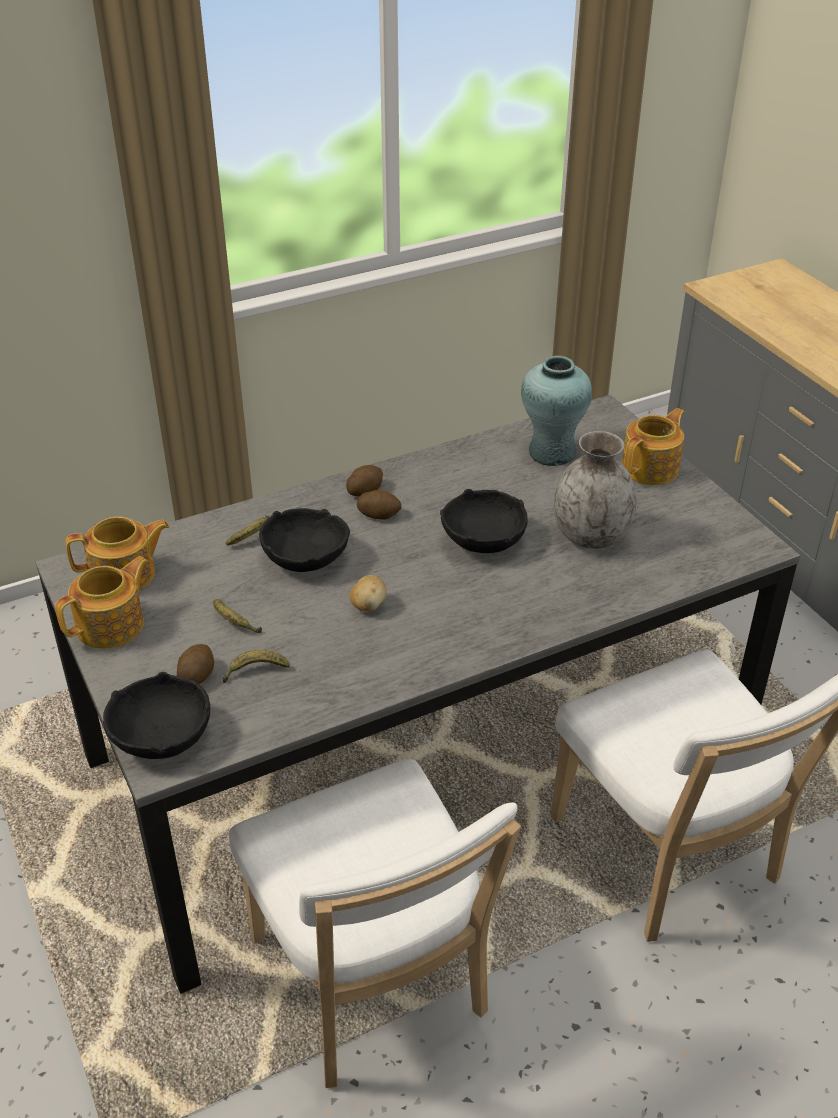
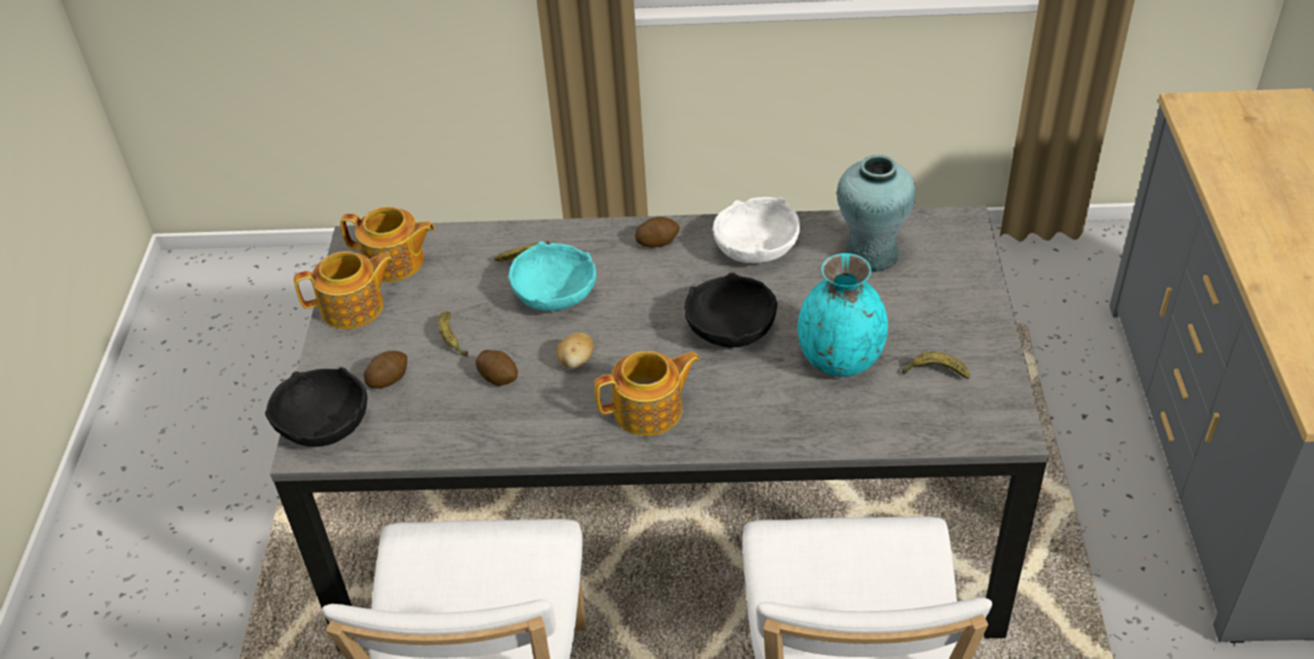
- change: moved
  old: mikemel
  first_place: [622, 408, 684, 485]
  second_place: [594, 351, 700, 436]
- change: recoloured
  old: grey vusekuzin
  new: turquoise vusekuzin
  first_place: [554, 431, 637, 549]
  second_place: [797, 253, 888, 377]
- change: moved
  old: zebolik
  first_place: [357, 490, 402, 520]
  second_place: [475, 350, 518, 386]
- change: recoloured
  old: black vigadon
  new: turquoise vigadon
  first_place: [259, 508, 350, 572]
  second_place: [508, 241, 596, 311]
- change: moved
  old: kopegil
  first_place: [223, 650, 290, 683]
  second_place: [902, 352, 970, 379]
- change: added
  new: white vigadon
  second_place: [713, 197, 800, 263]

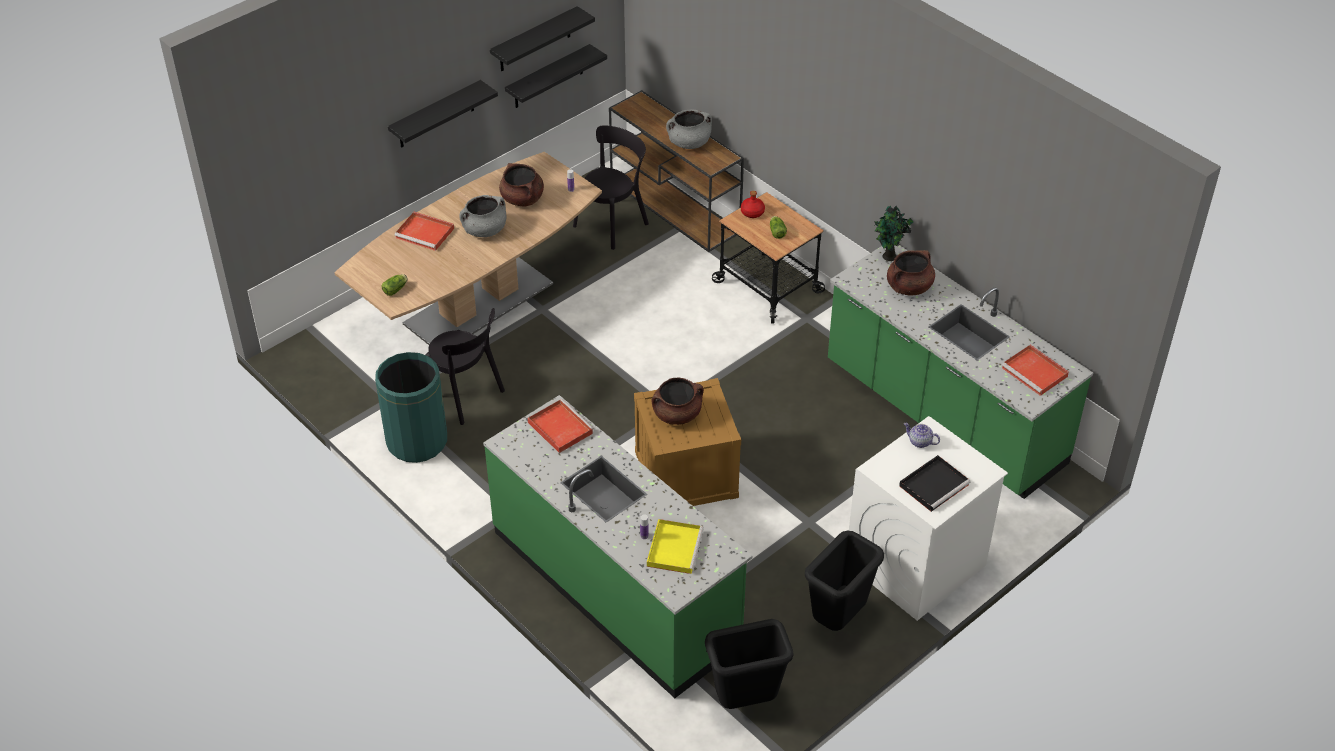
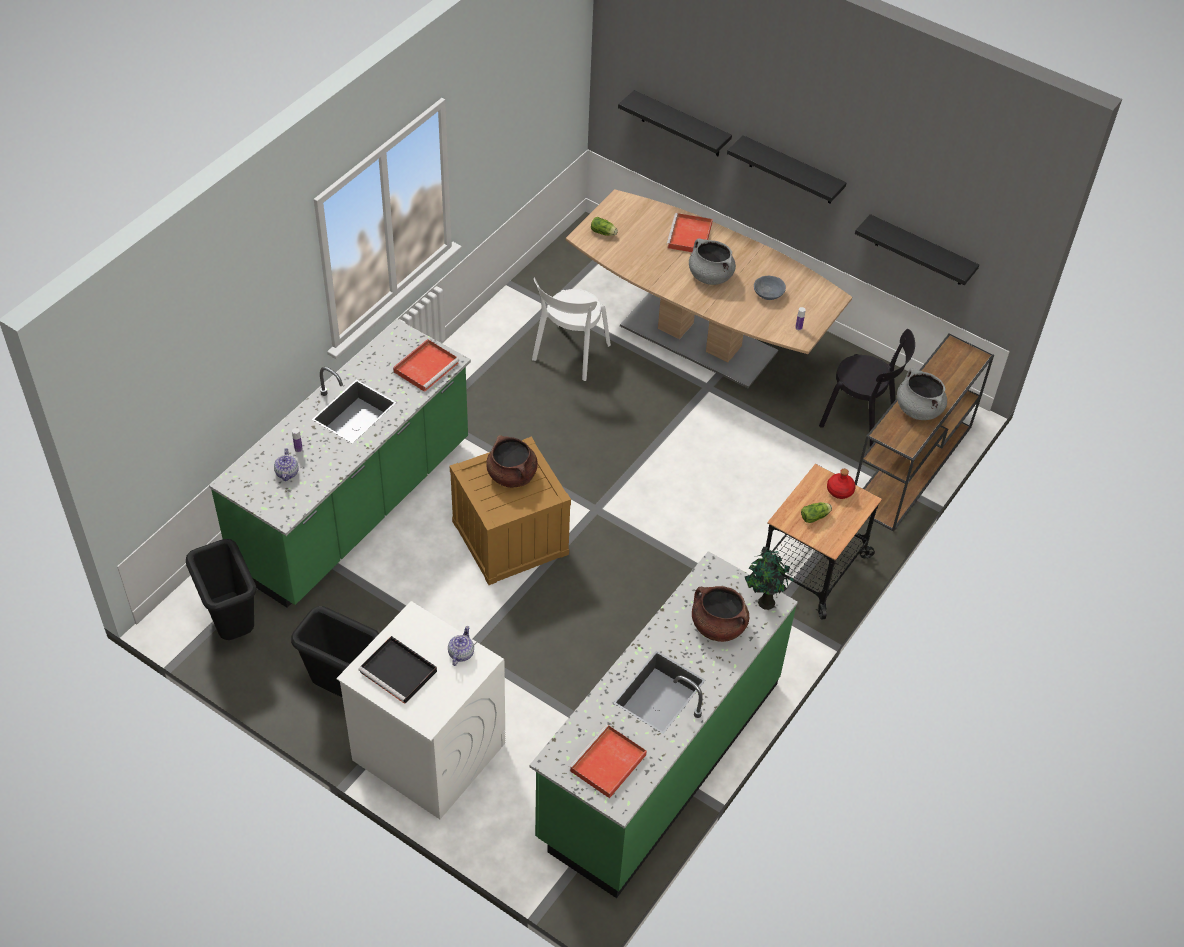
- change: moved
  old: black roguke
  first_place: [490, 6, 595, 71]
  second_place: [618, 90, 732, 156]
- change: replaced
  old: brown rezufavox
  new: grey vigadon
  first_place: [499, 163, 544, 206]
  second_place: [754, 276, 786, 300]
- change: recoloured
  old: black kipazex
  new: white kipazex
  first_place: [425, 308, 505, 425]
  second_place: [532, 278, 611, 381]
- change: removed
  old: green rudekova
  first_place: [375, 352, 447, 463]
- change: replaced
  old: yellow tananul
  new: mikemel
  first_place: [647, 519, 704, 574]
  second_place: [274, 448, 299, 481]

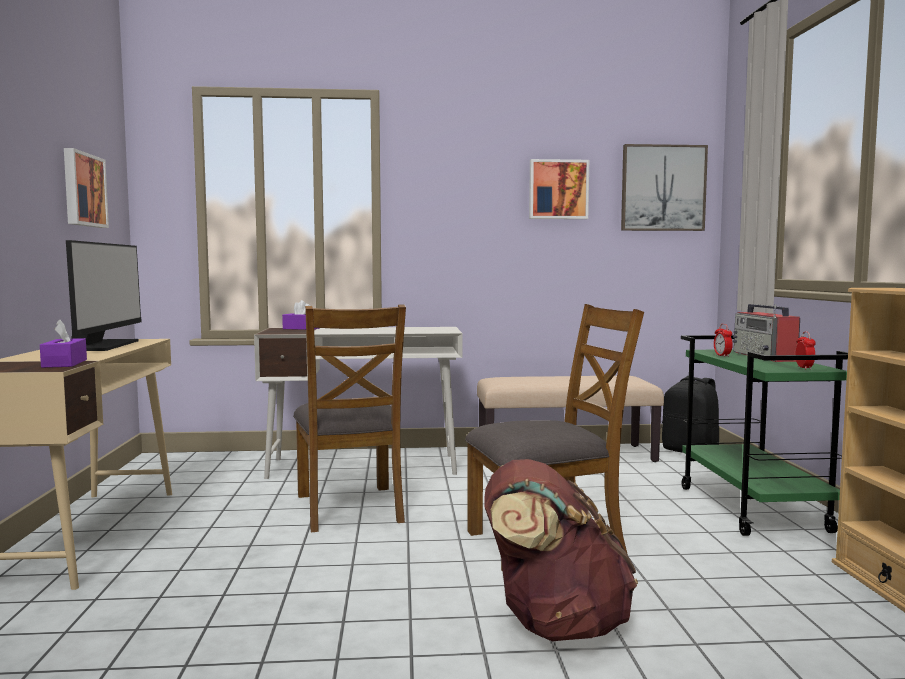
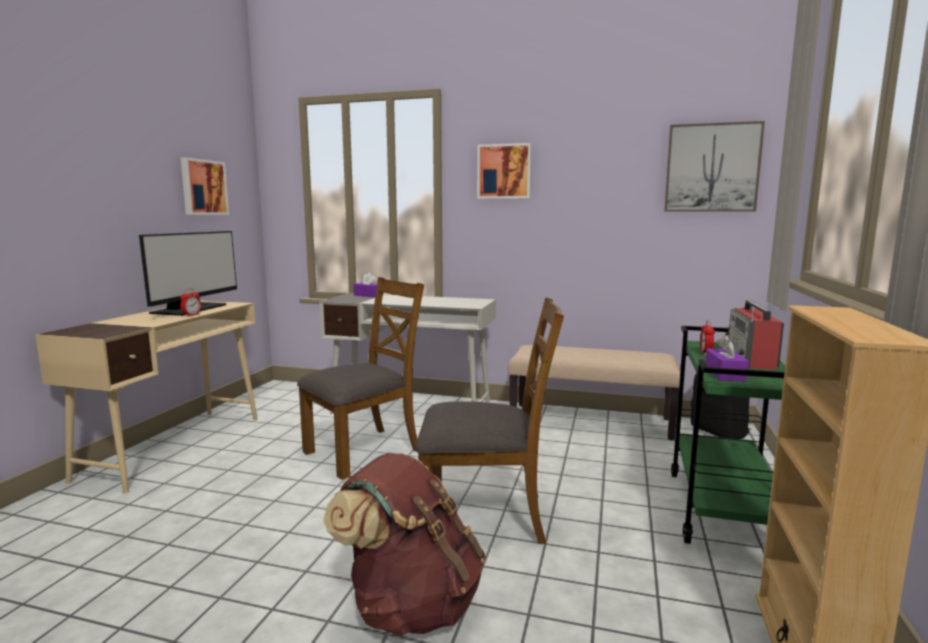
- change: moved
  old: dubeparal
  first_place: [529, 159, 589, 219]
  second_place: [477, 143, 532, 199]
- change: turned
  old: brown kipazex
  first_place: [293, 304, 406, 532]
  second_place: [297, 277, 424, 480]
  degrees: -135
- change: moved
  old: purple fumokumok
  first_place: [40, 320, 87, 368]
  second_place: [705, 335, 749, 381]
- change: moved
  old: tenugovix
  first_place: [795, 332, 816, 369]
  second_place: [180, 288, 201, 317]

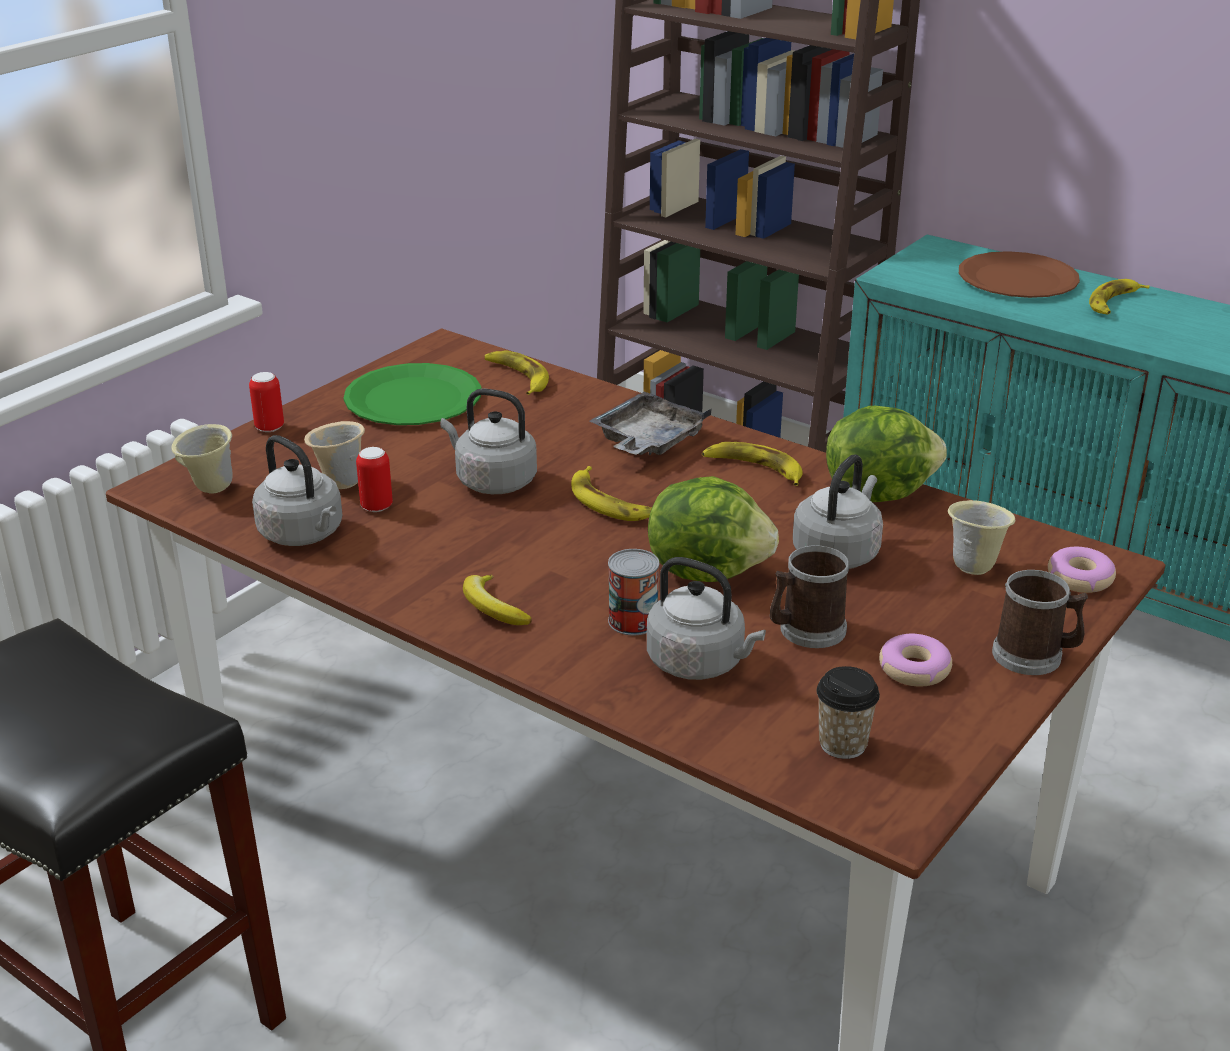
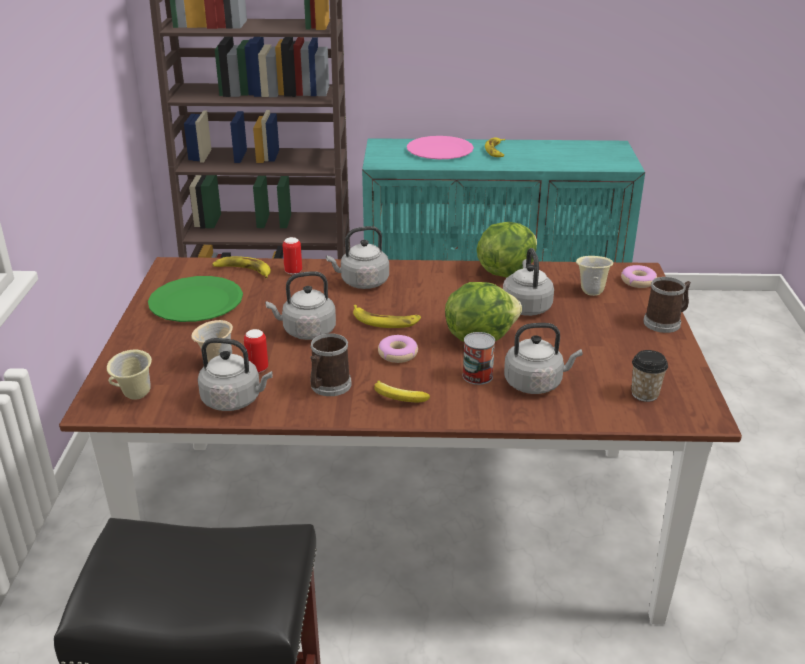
- change: recoloured
  old: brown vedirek
  new: pink vedirek
  first_place: [959, 251, 1080, 298]
  second_place: [407, 136, 474, 159]
- change: moved
  old: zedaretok
  first_place: [249, 372, 284, 432]
  second_place: [283, 237, 302, 275]
- change: replaced
  old: grey tananul
  new: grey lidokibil
  first_place: [590, 391, 712, 455]
  second_place: [326, 226, 389, 289]
- change: removed
  old: kopegil
  first_place: [702, 442, 803, 486]
- change: moved
  old: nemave
  first_place: [770, 545, 849, 648]
  second_place: [310, 333, 352, 396]
- change: moved
  old: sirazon
  first_place: [879, 634, 952, 687]
  second_place: [378, 335, 418, 363]

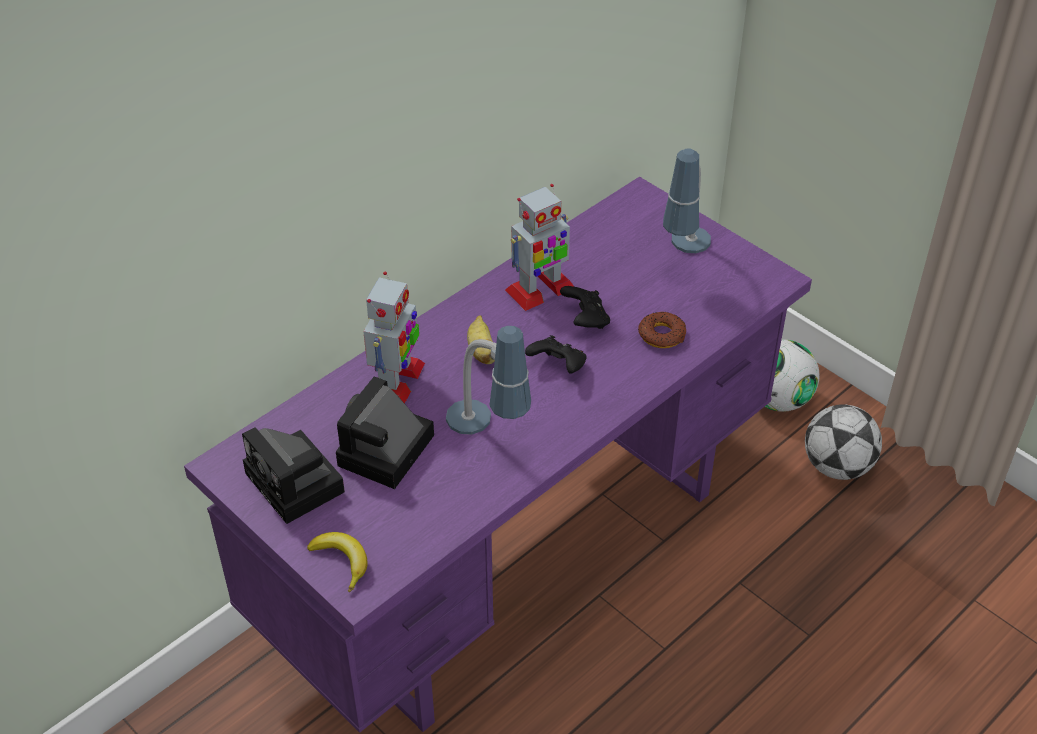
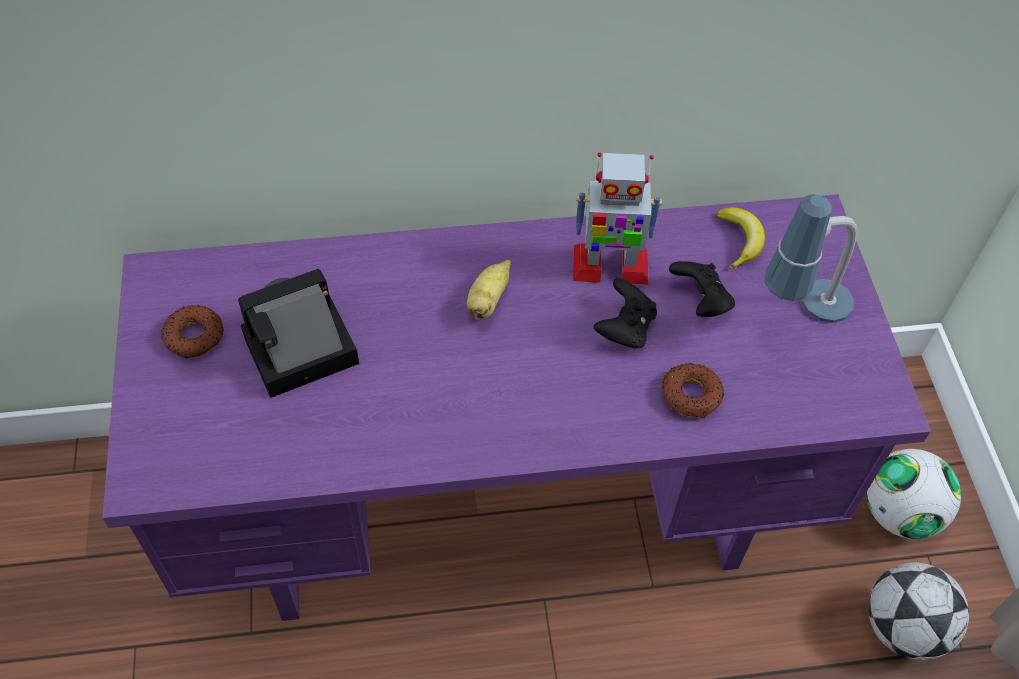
- change: removed
  old: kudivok
  first_place: [363, 271, 425, 404]
- change: removed
  old: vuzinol
  first_place: [446, 326, 531, 435]
- change: moved
  old: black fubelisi
  first_place: [525, 335, 587, 374]
  second_place: [669, 261, 735, 317]
- change: replaced
  old: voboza
  new: sirazon
  first_place: [242, 427, 345, 524]
  second_place: [161, 305, 223, 358]
- change: moved
  old: kopegil
  first_place: [307, 532, 368, 592]
  second_place: [717, 207, 765, 269]

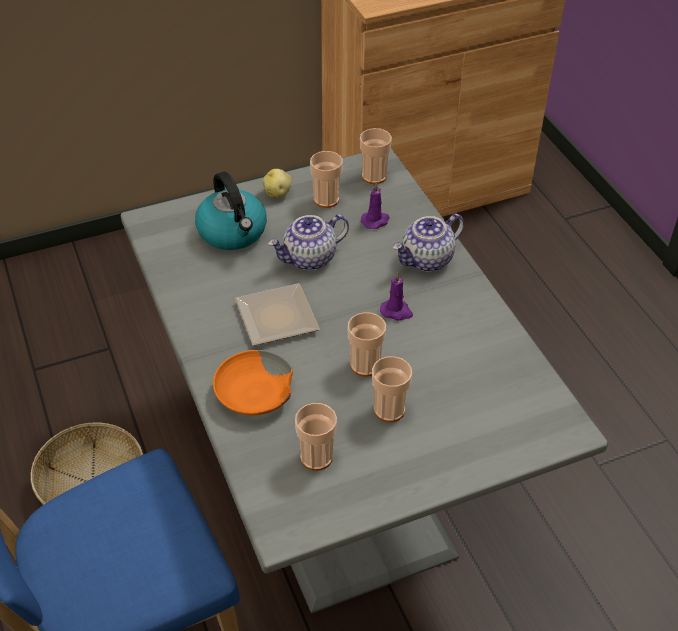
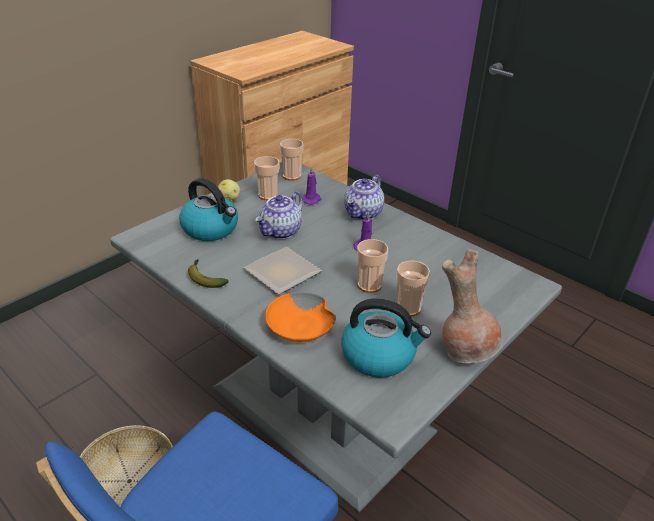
- change: replaced
  old: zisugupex
  new: lidokibil
  first_place: [295, 403, 337, 471]
  second_place: [341, 298, 431, 378]
- change: added
  new: brown vusekuzin
  second_place: [442, 249, 502, 363]
- change: added
  new: kopegil
  second_place: [188, 259, 229, 288]

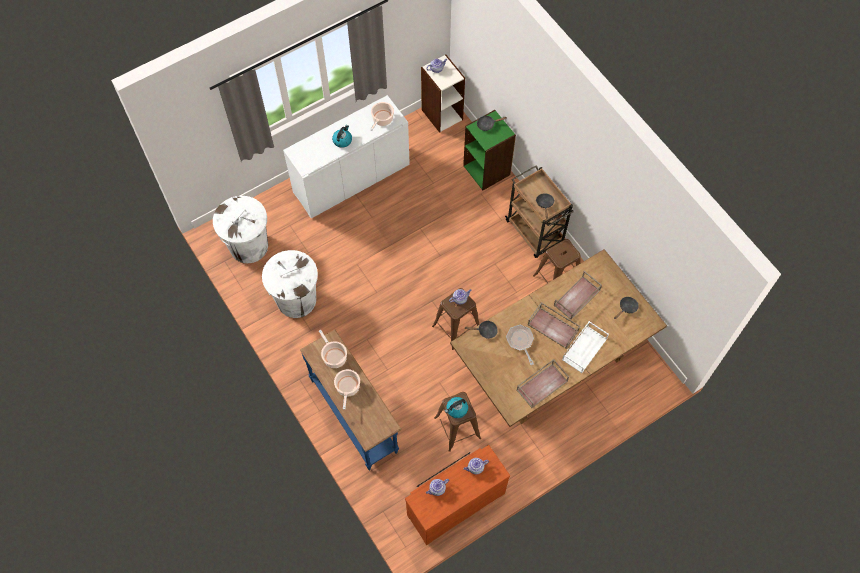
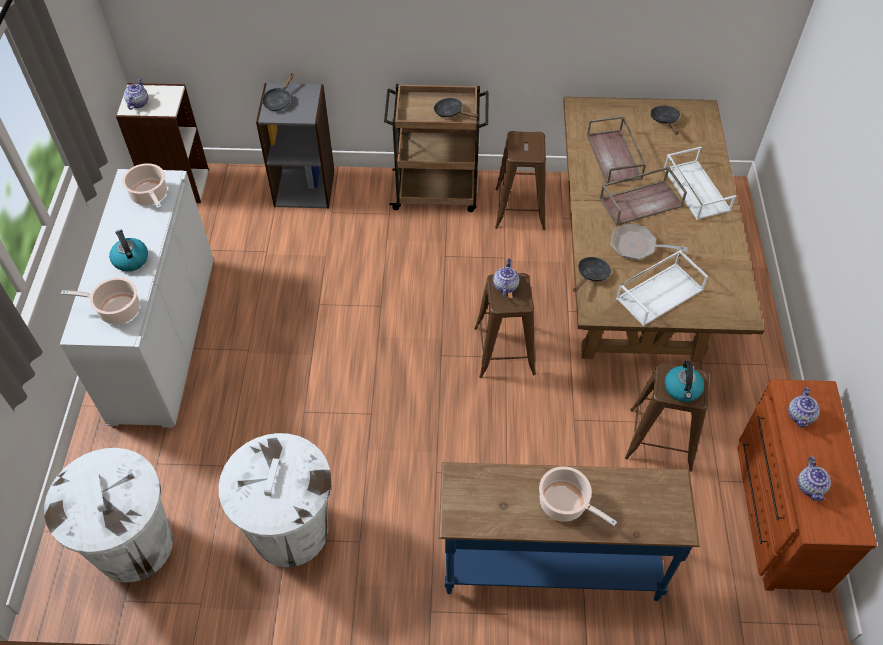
- change: recoloured
  old: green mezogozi
  new: grey mezogozi
  first_place: [463, 110, 516, 190]
  second_place: [256, 83, 335, 209]
- change: moved
  old: rezufavox
  first_place: [319, 330, 347, 368]
  second_place: [61, 277, 140, 324]
- change: removed
  old: brown tananul
  first_place: [517, 359, 569, 408]
- change: added
  new: white tananul
  second_place: [616, 250, 708, 326]

